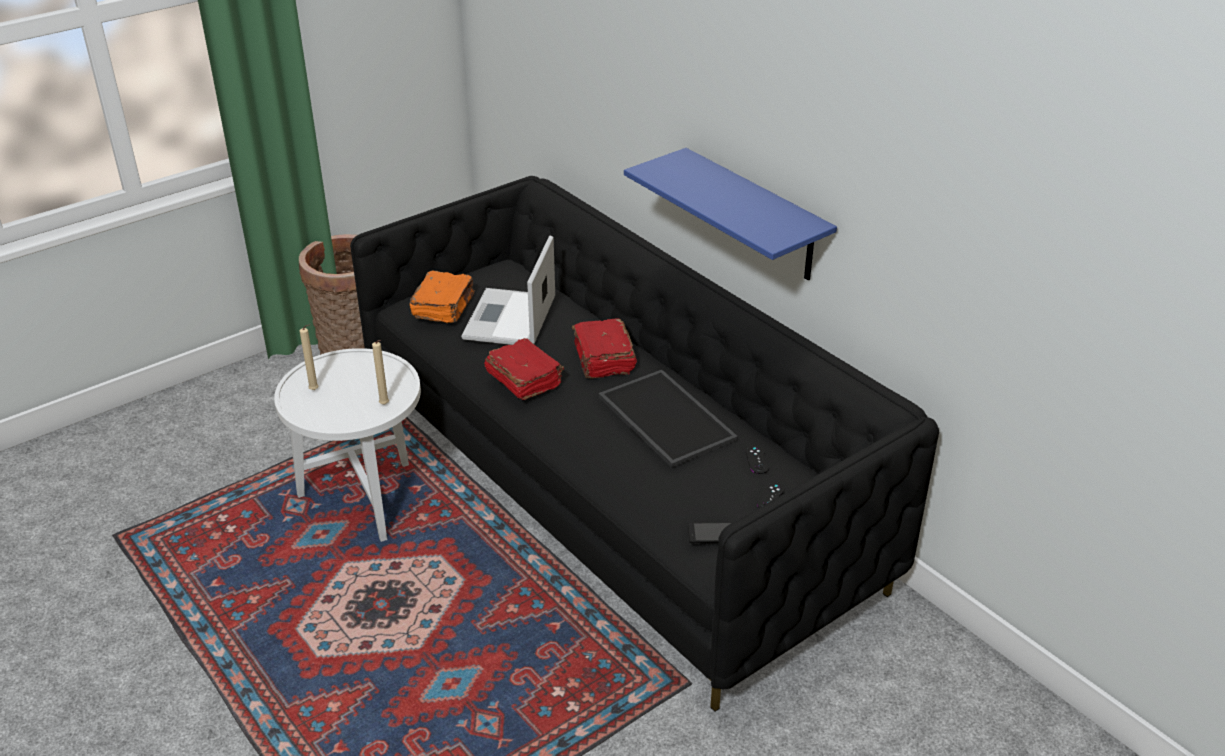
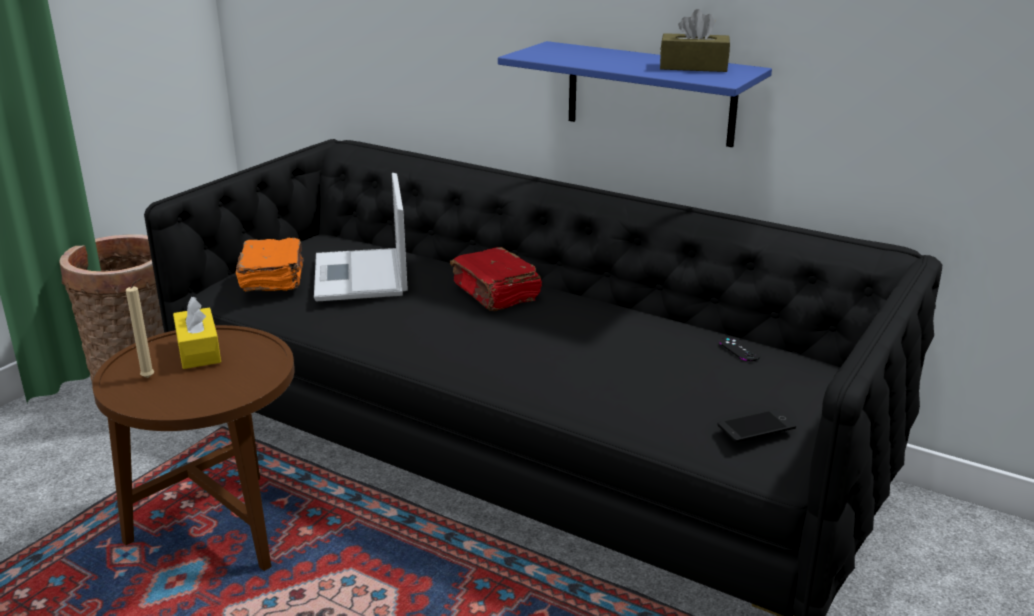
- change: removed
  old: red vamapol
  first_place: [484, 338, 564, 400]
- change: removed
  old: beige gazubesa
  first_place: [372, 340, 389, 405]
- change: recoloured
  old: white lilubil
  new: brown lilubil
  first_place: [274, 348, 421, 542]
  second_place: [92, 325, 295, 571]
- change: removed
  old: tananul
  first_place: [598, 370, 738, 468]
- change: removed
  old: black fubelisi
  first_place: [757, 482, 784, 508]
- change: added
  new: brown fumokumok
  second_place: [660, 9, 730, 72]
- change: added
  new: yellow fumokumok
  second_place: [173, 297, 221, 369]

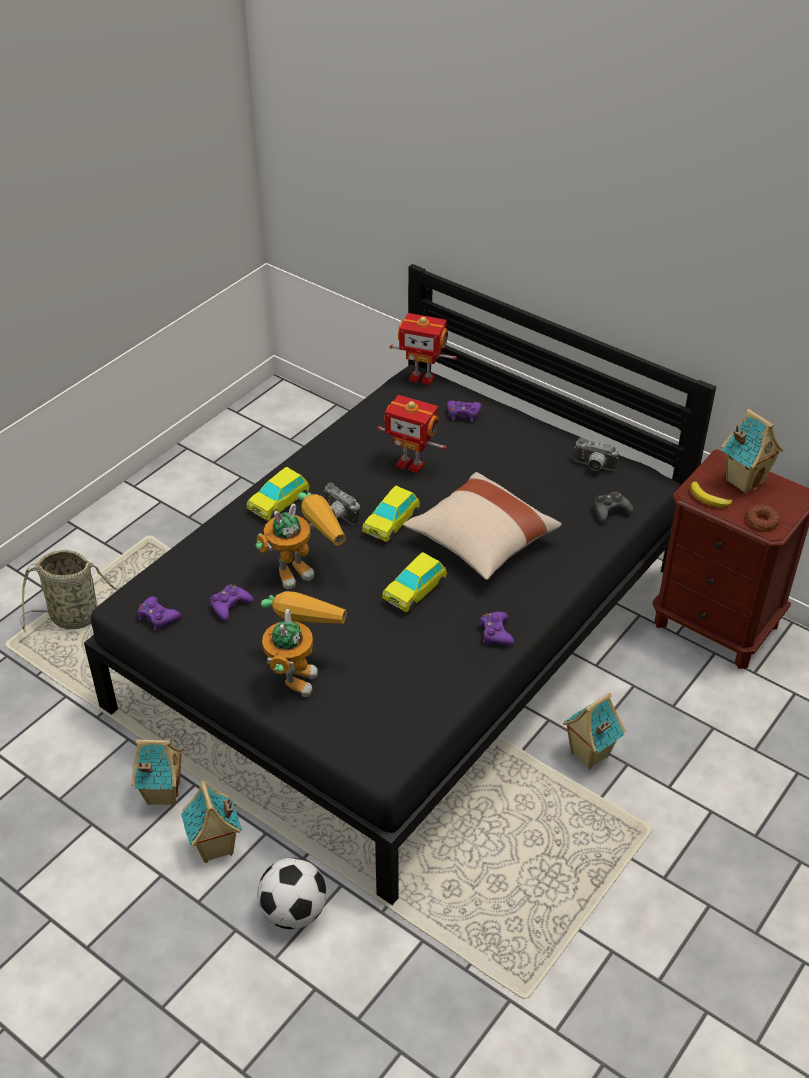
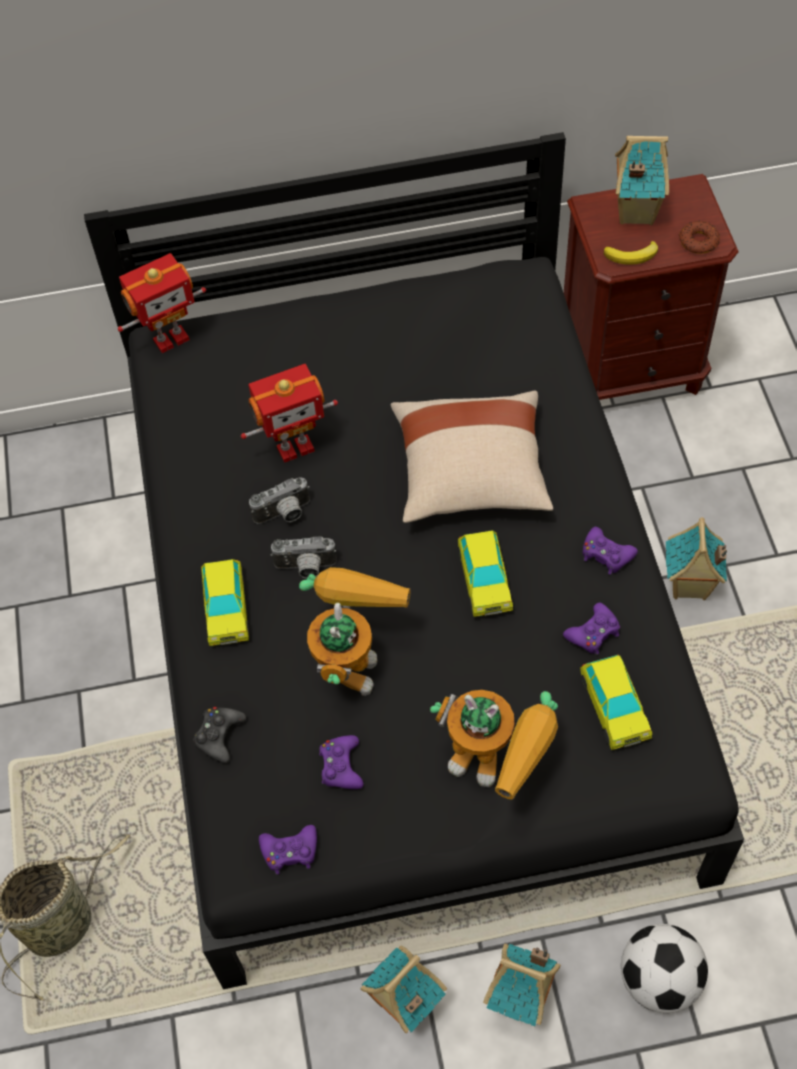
- change: moved
  old: purple fubelisi
  first_place: [447, 401, 482, 422]
  second_place: [563, 603, 620, 655]
- change: moved
  old: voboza
  first_place: [574, 438, 619, 471]
  second_place: [249, 477, 310, 524]
- change: moved
  old: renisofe
  first_place: [362, 486, 420, 542]
  second_place: [580, 655, 652, 750]
- change: moved
  old: black fubelisi
  first_place: [594, 491, 634, 521]
  second_place: [194, 707, 246, 763]
- change: turned
  old: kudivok
  first_place: [261, 591, 347, 697]
  second_place: [430, 690, 558, 800]
  degrees: 150

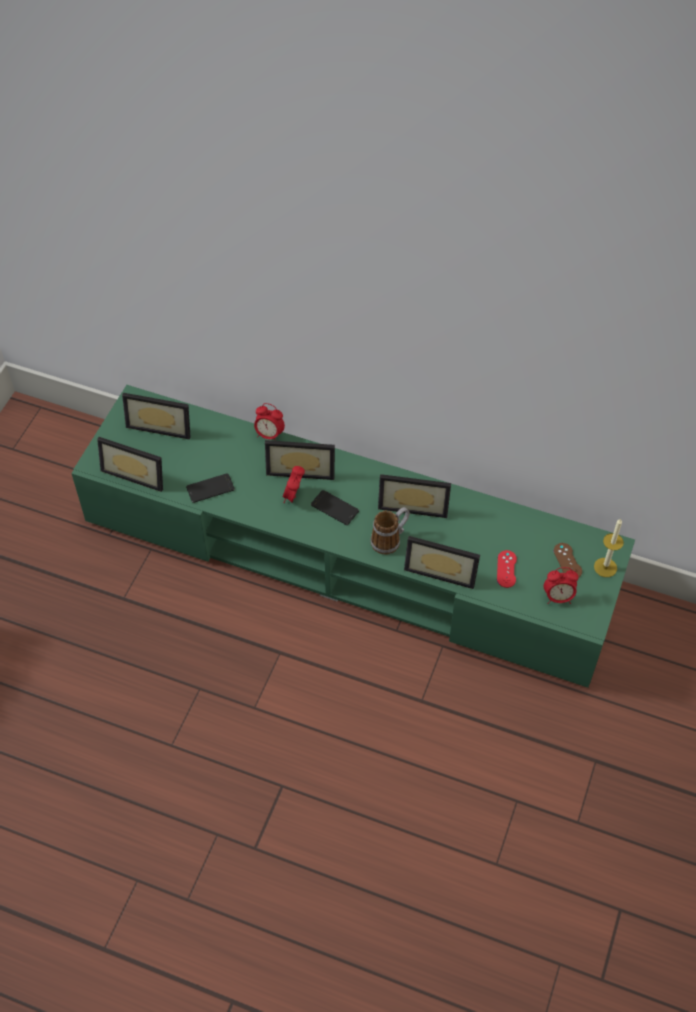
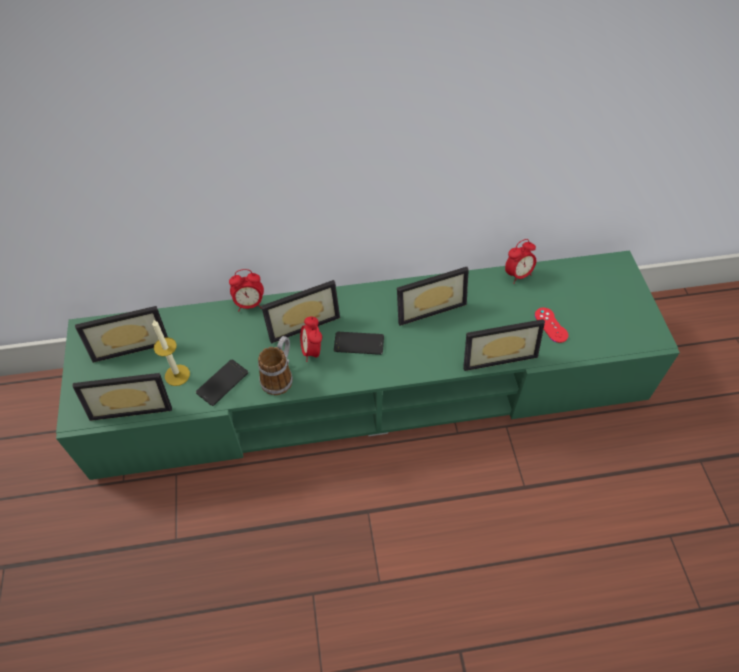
- change: moved
  old: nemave
  first_place: [371, 507, 410, 555]
  second_place: [258, 336, 293, 395]
- change: moved
  old: gazubesa
  first_place: [594, 518, 624, 577]
  second_place: [152, 319, 190, 386]
- change: removed
  old: brown fubelisi
  first_place: [554, 543, 582, 578]
- change: moved
  old: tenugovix
  first_place: [544, 567, 578, 604]
  second_place: [505, 239, 536, 284]

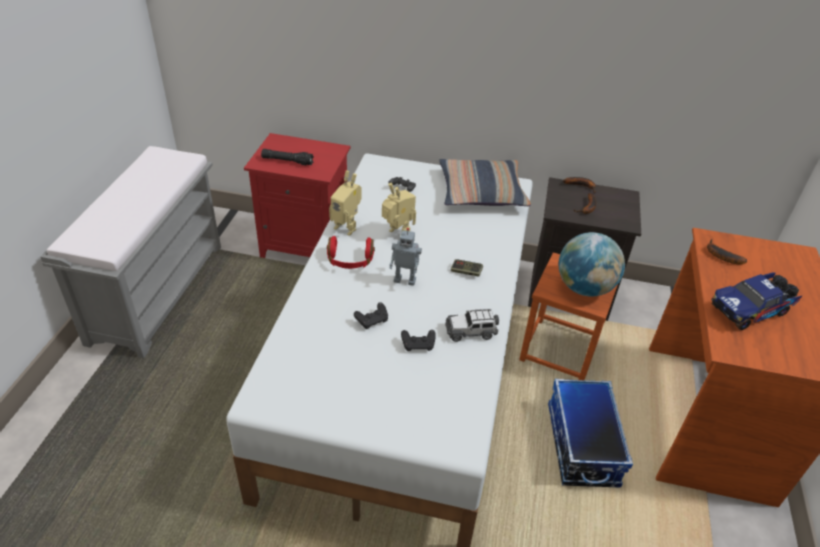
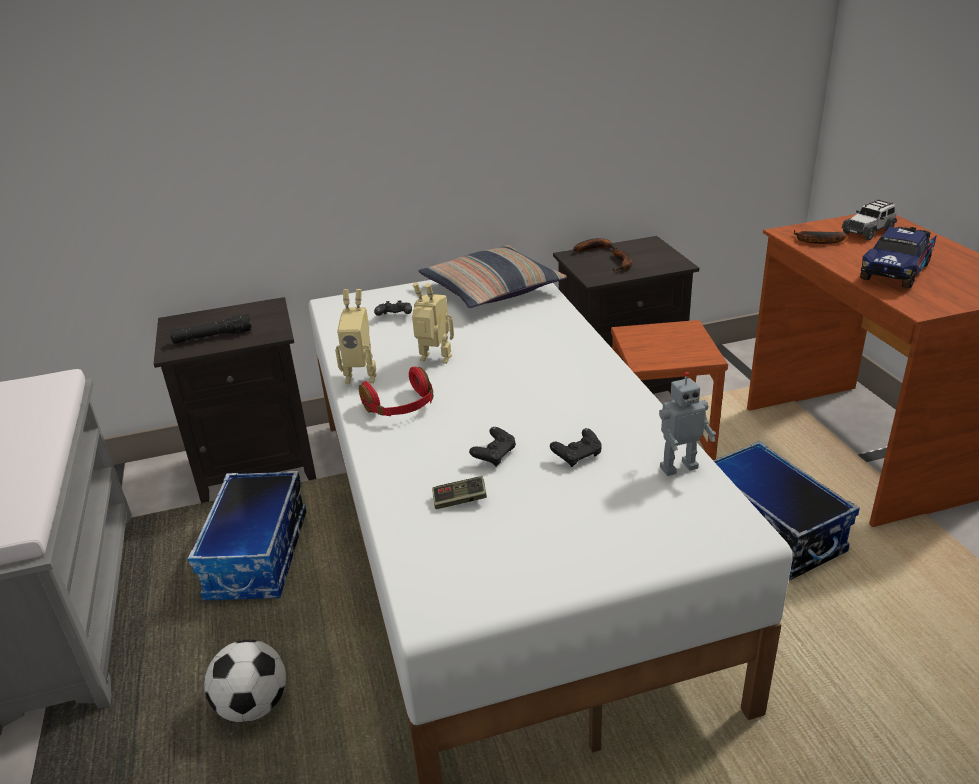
- change: recoloured
  old: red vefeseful
  new: black vefeseful
  first_place: [244, 133, 350, 258]
  second_place: [154, 297, 316, 503]
- change: moved
  old: kudivok
  first_place: [389, 228, 422, 286]
  second_place: [659, 372, 716, 476]
- change: removed
  old: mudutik
  first_place: [559, 232, 625, 297]
- change: moved
  old: fubelisi
  first_place: [451, 259, 483, 277]
  second_place: [432, 476, 487, 509]
- change: moved
  old: renisofe
  first_place: [445, 309, 499, 342]
  second_place: [841, 199, 897, 240]
- change: added
  new: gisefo
  second_place: [188, 471, 307, 600]
- change: added
  new: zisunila
  second_place: [204, 640, 286, 722]

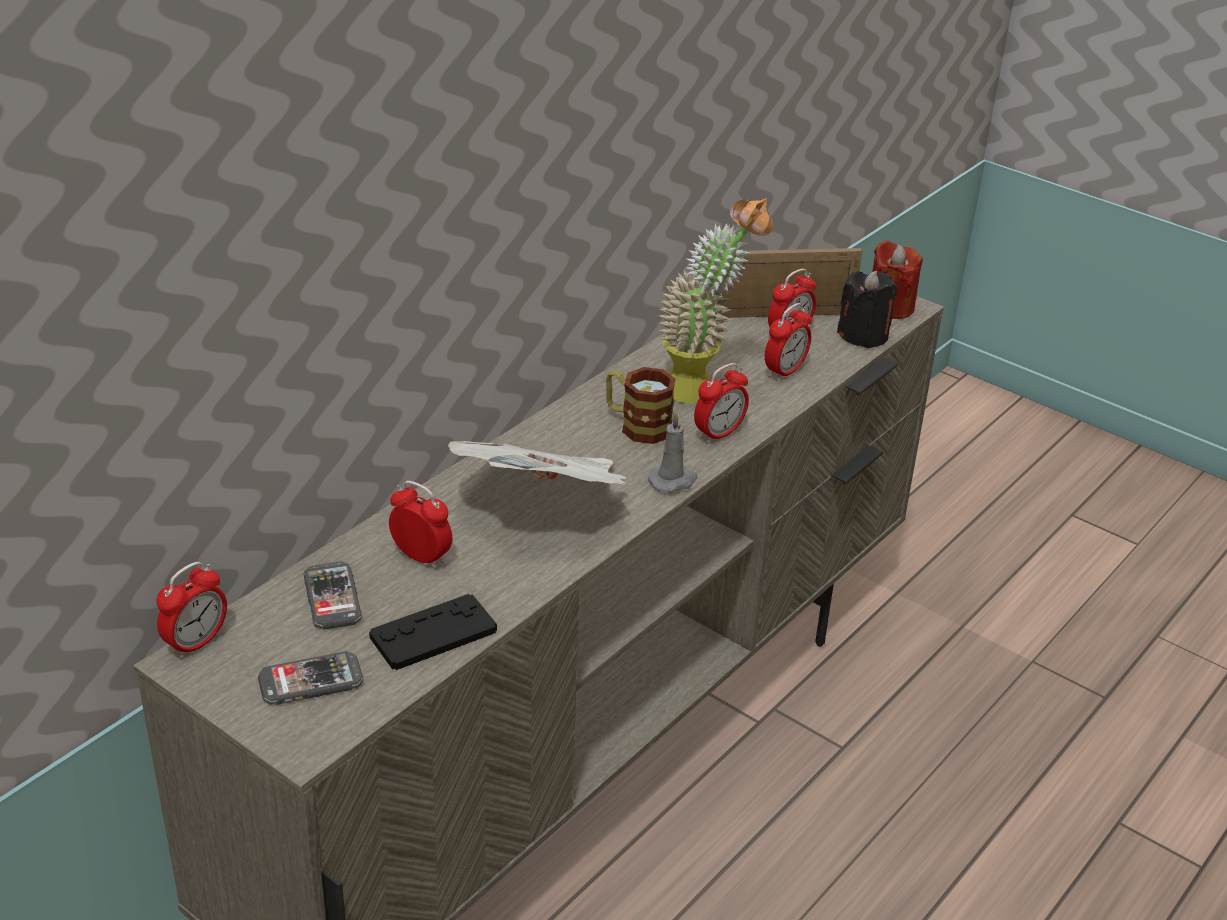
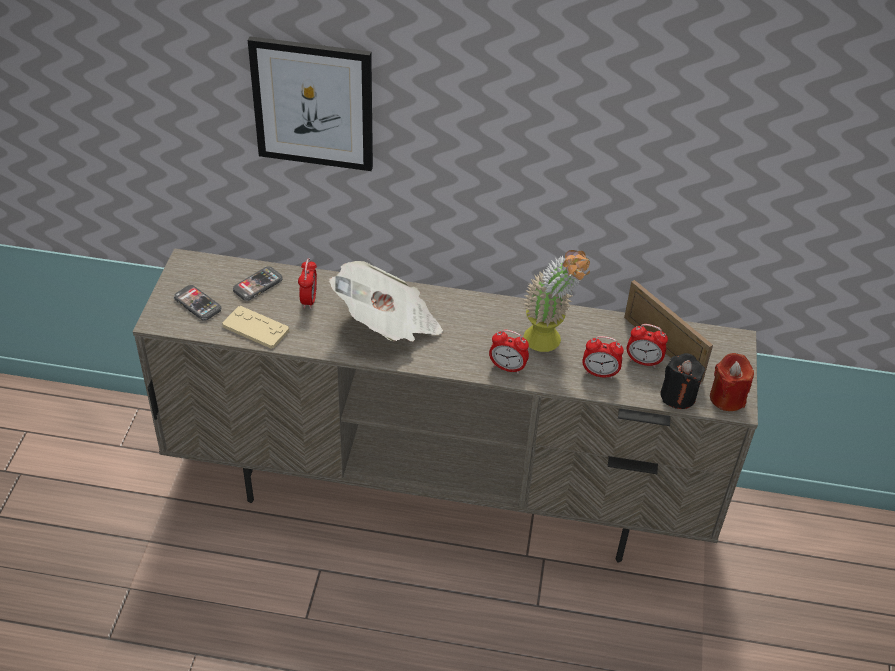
- change: removed
  old: nemave
  first_place: [606, 367, 675, 444]
- change: removed
  old: grey gazubesa
  first_place: [648, 412, 698, 493]
- change: removed
  old: tenugovix
  first_place: [156, 562, 227, 659]
- change: recoloured
  old: black fubelisi
  new: beige fubelisi
  first_place: [369, 594, 497, 670]
  second_place: [222, 306, 289, 349]
- change: added
  new: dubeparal
  second_place: [248, 36, 373, 171]

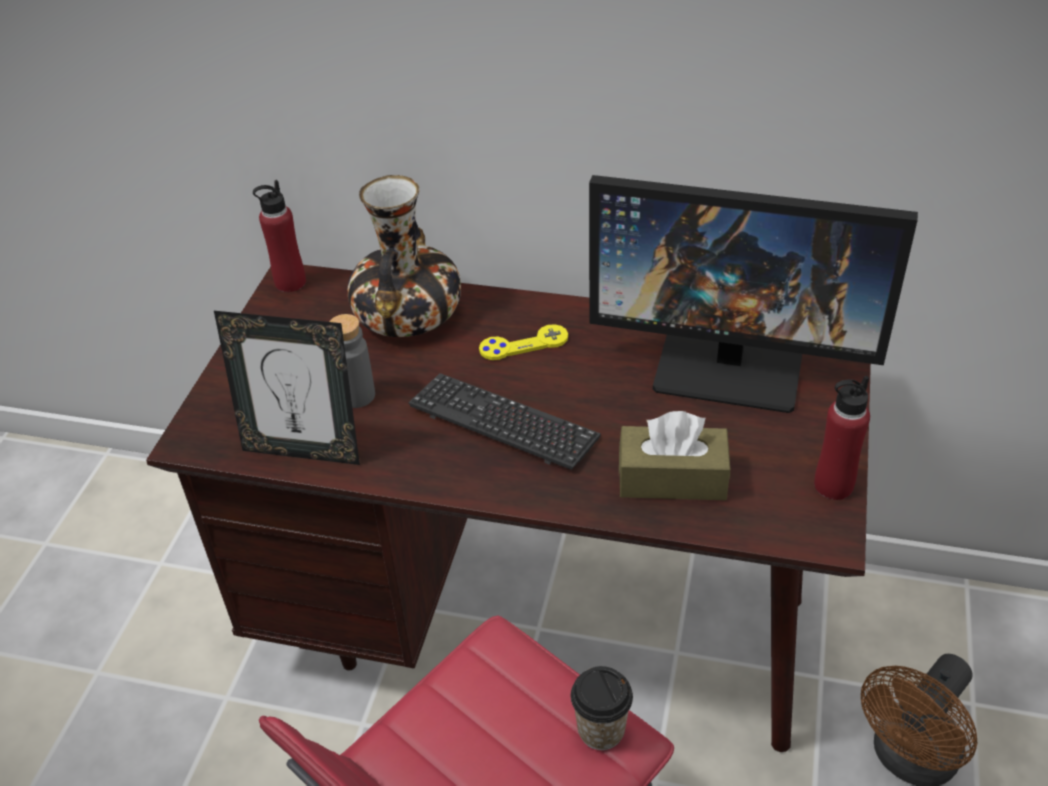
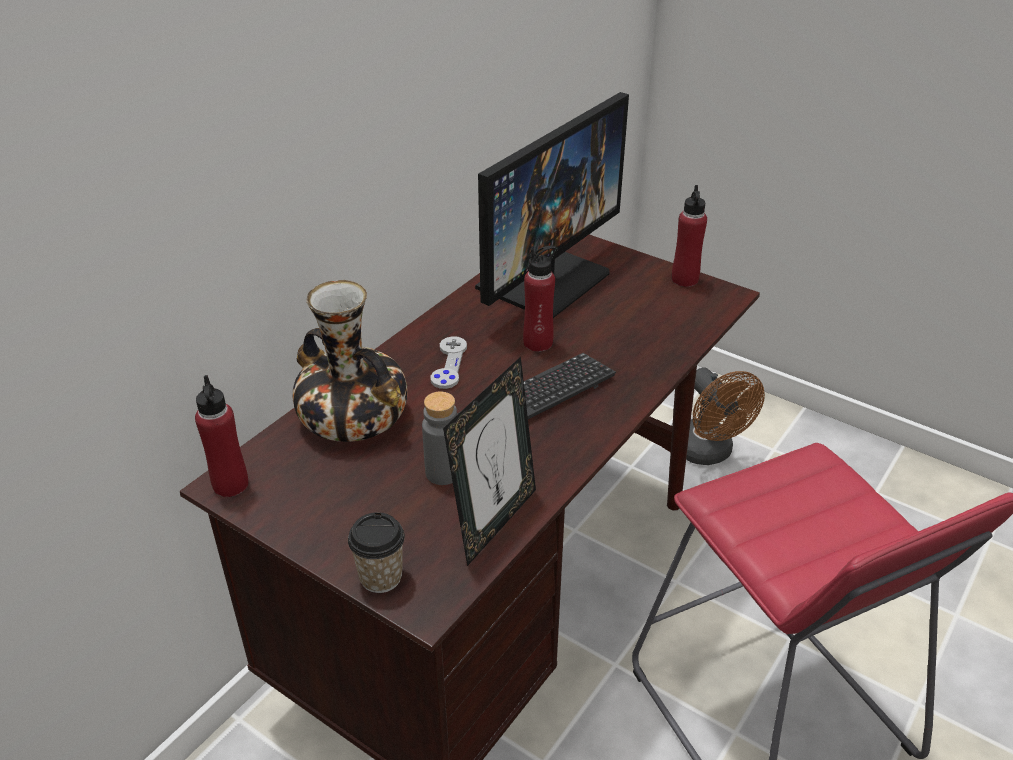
- change: recoloured
  old: yellow fubelisi
  new: grey fubelisi
  first_place: [479, 324, 568, 360]
  second_place: [430, 336, 467, 389]
- change: removed
  old: brown fumokumok
  first_place: [619, 411, 730, 500]
- change: moved
  old: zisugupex
  first_place: [571, 666, 633, 750]
  second_place: [348, 512, 405, 593]
- change: added
  new: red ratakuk
  second_place: [523, 246, 557, 352]

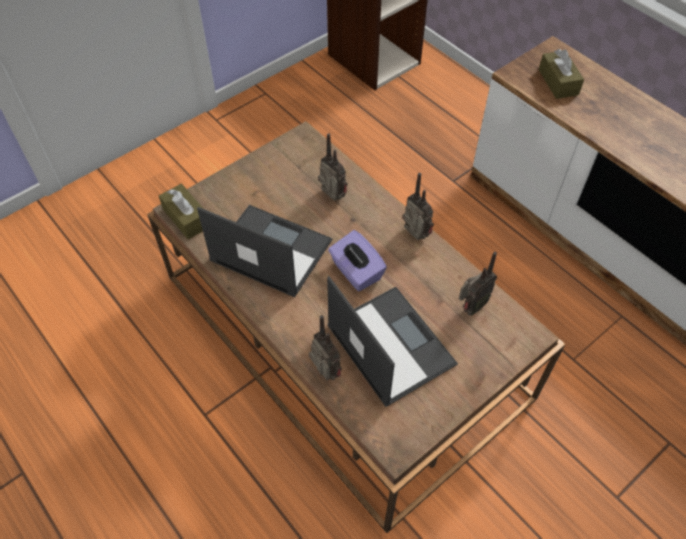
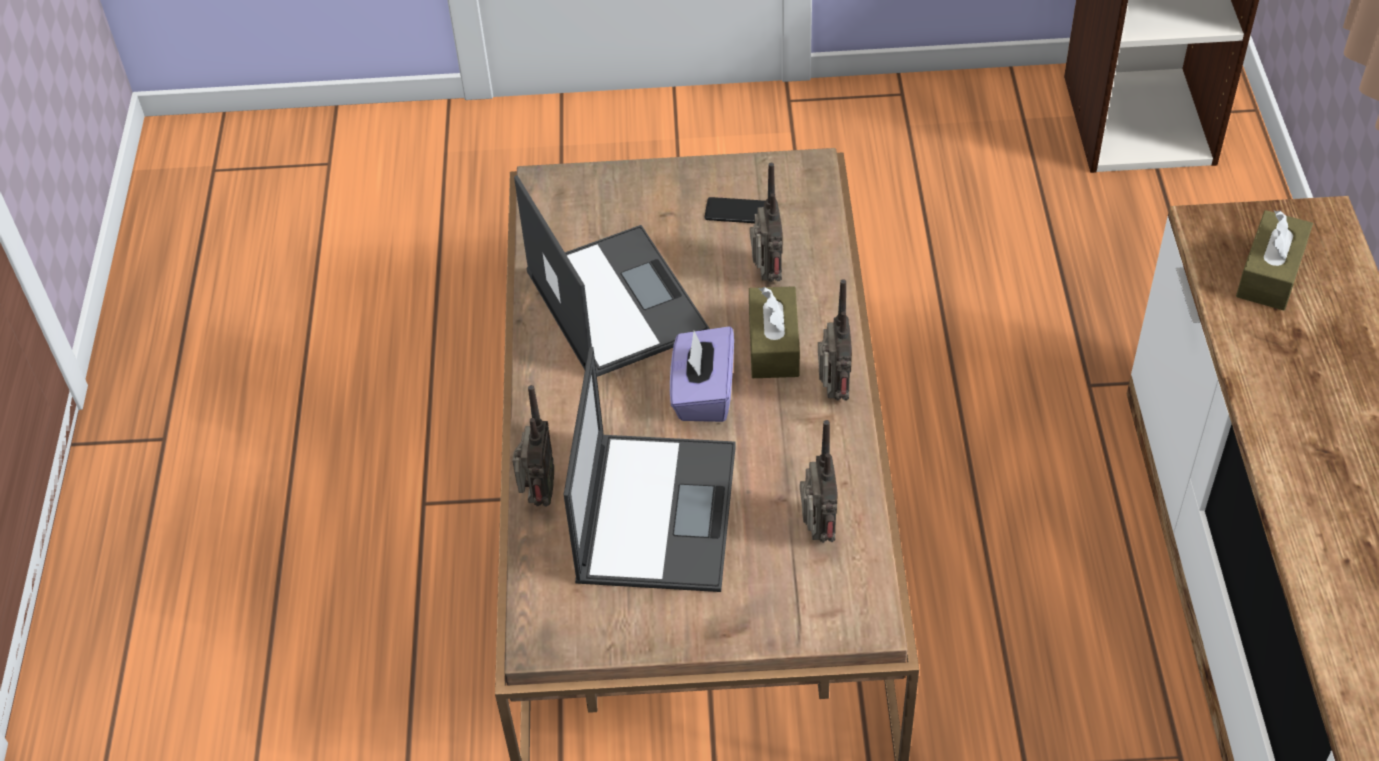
- change: moved
  old: brown fumokumok
  first_place: [159, 184, 204, 239]
  second_place: [749, 286, 800, 378]
- change: turned
  old: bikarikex
  first_place: [459, 252, 497, 316]
  second_place: [800, 420, 838, 543]
  degrees: -90
- change: added
  new: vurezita
  second_place: [704, 197, 766, 223]

